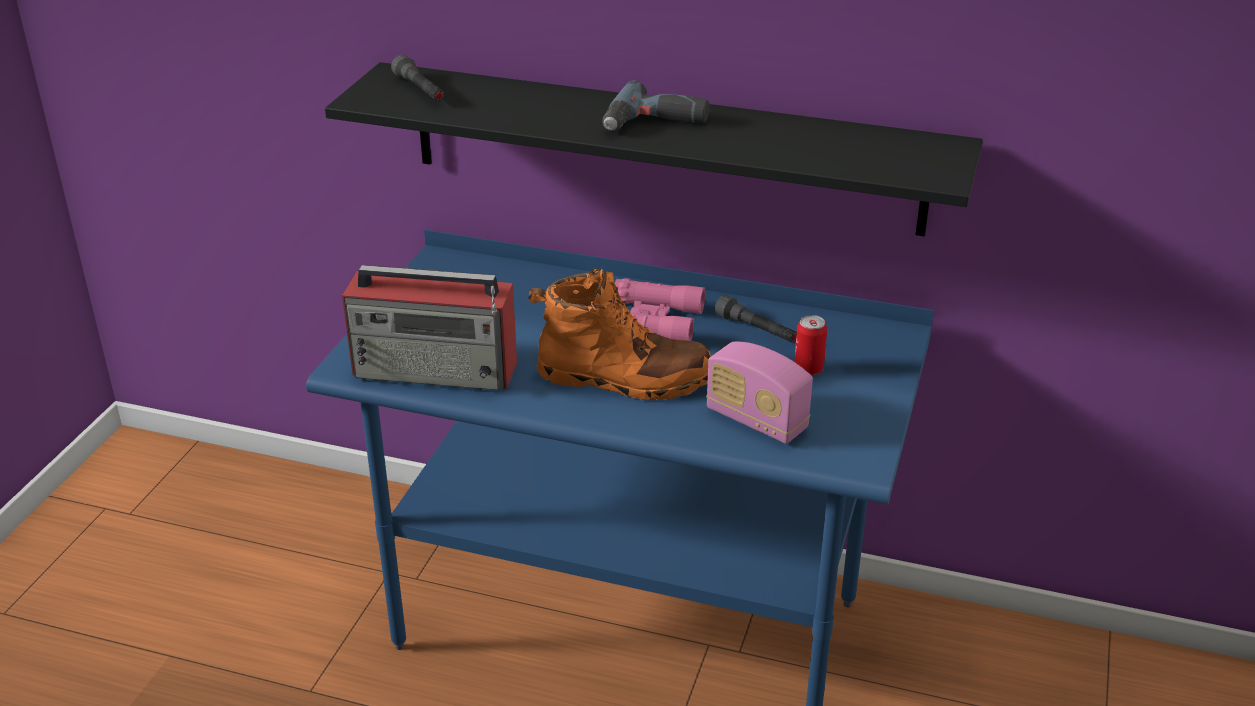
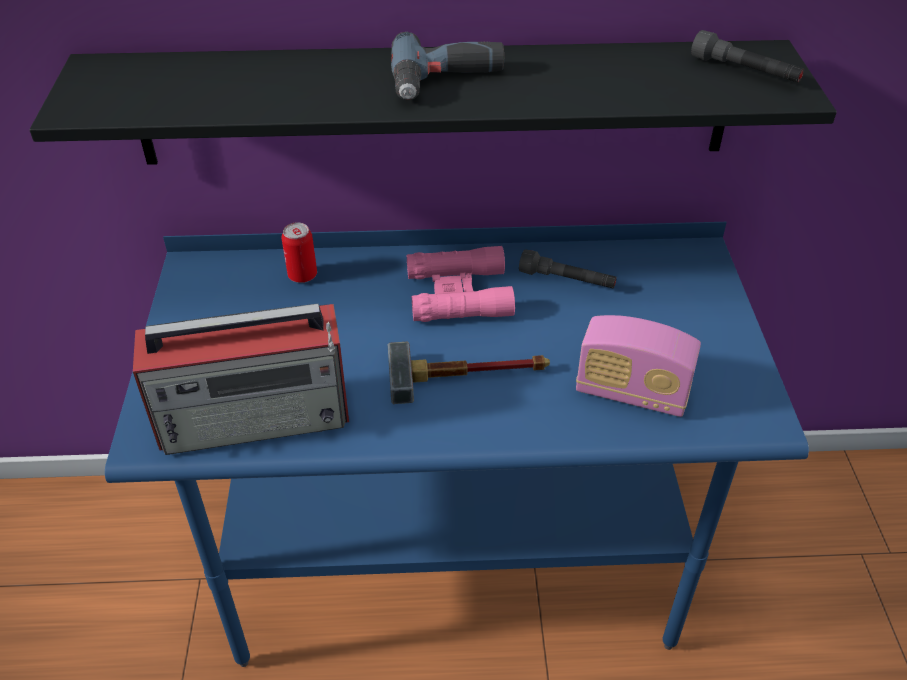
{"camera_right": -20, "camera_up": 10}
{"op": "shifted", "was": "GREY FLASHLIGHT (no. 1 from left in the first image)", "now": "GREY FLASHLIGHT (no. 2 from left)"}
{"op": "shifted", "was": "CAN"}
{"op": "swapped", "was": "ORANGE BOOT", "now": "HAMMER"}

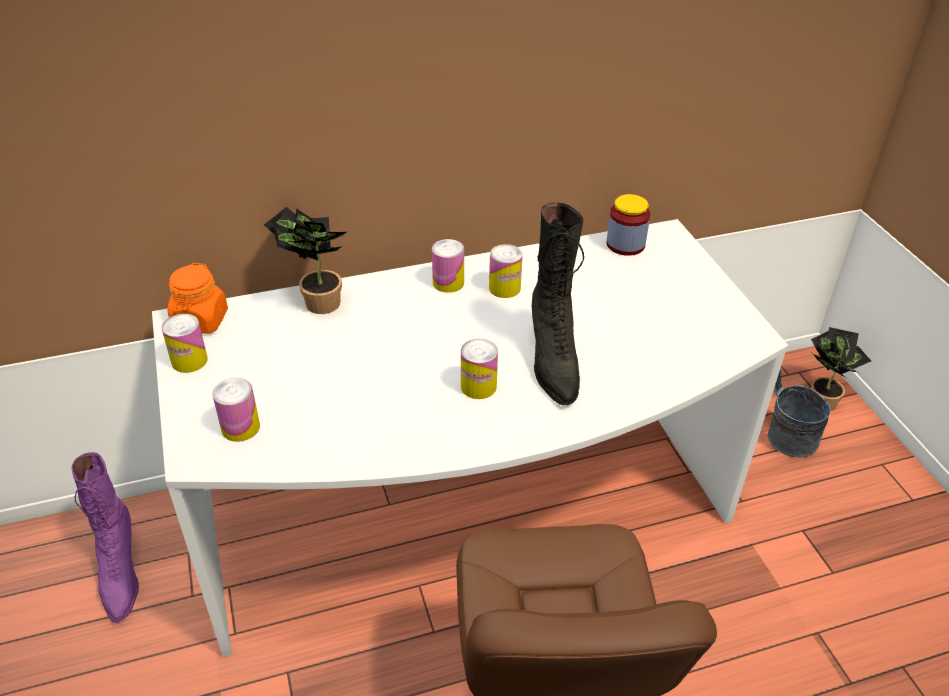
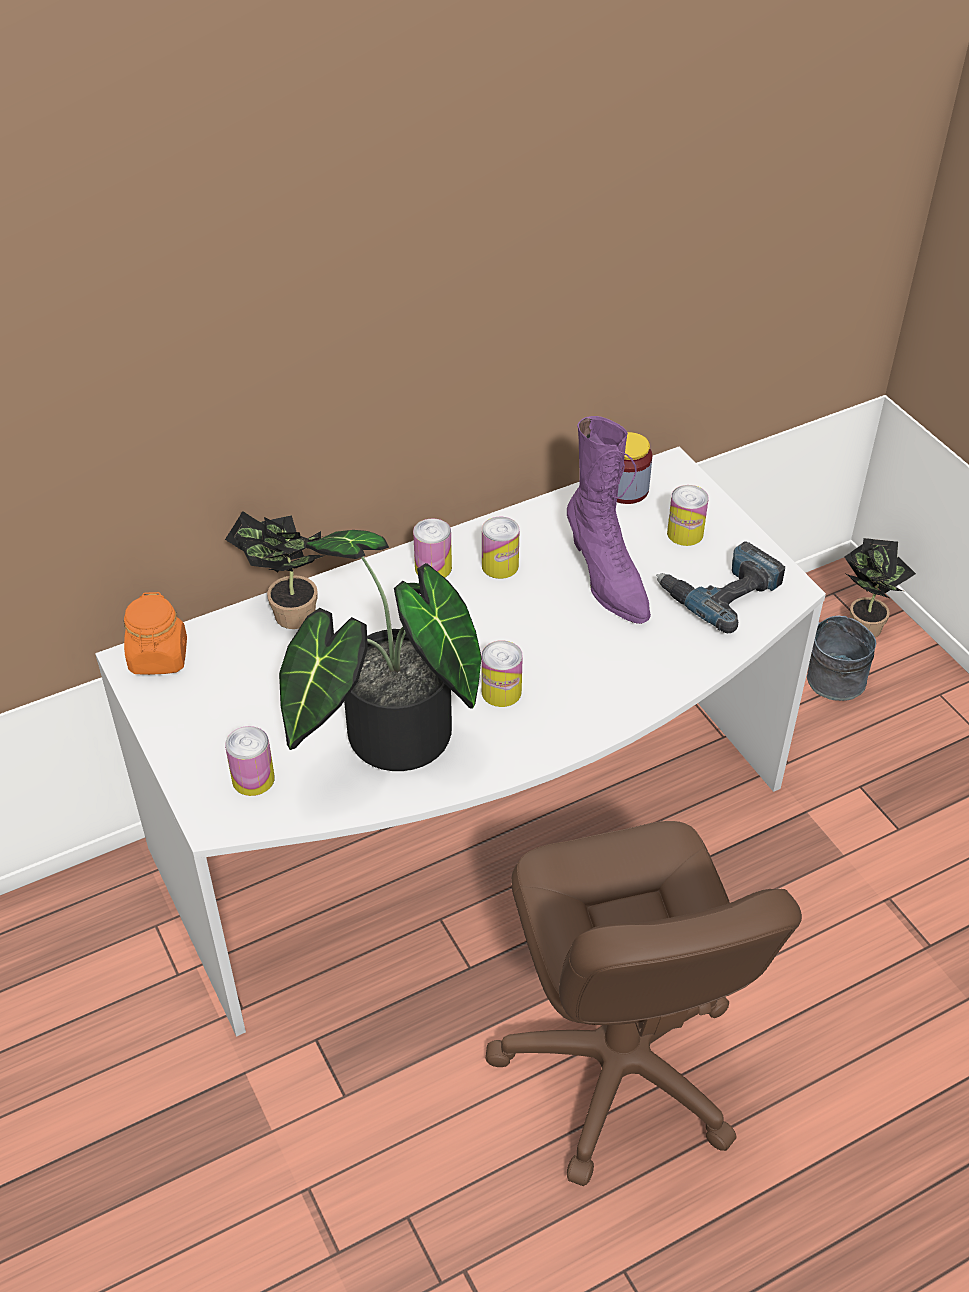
{"camera_right": -10, "camera_up": 5}
{"op": "gone", "was": "BLACK BOOT"}
{"op": "new", "now": "POTTED PLANT (no. 2 from left)"}
{"op": "new", "now": "POWER DRILL"}
{"op": "shifted", "was": "PURPLE BOOT"}
{"op": "shifted", "was": "CAN (no. 1 from left in the first image)", "now": "CAN (no. 5 from left)"}

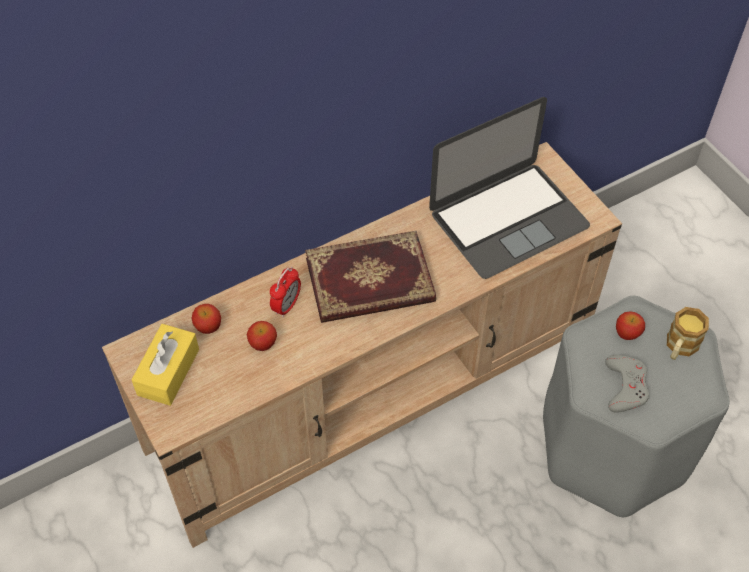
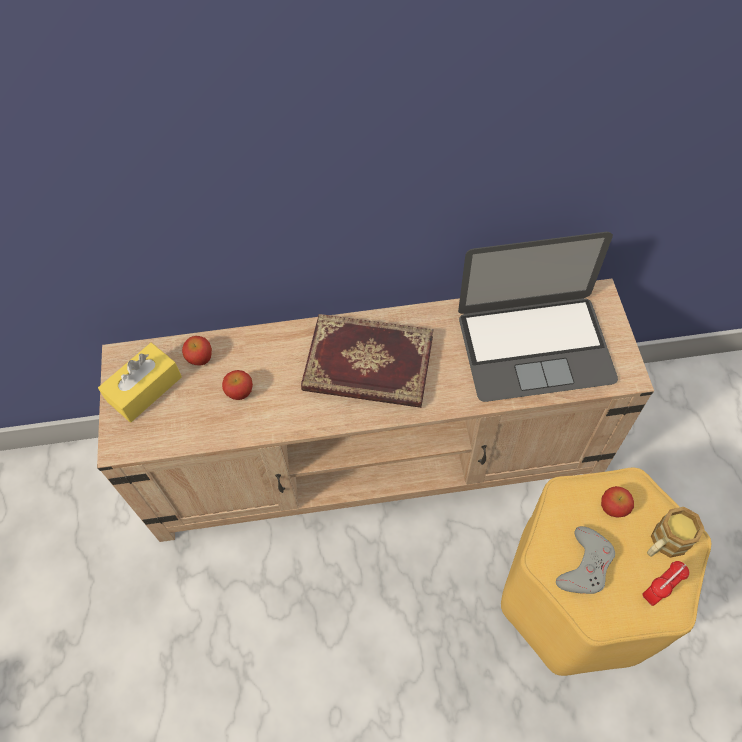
{"camera_right": 25, "camera_up": 5}
{"op": "shifted", "was": "ALARM CLOCK"}
{"op": "repainted", "was": "GREY STOOL", "now": "YELLOW STOOL"}

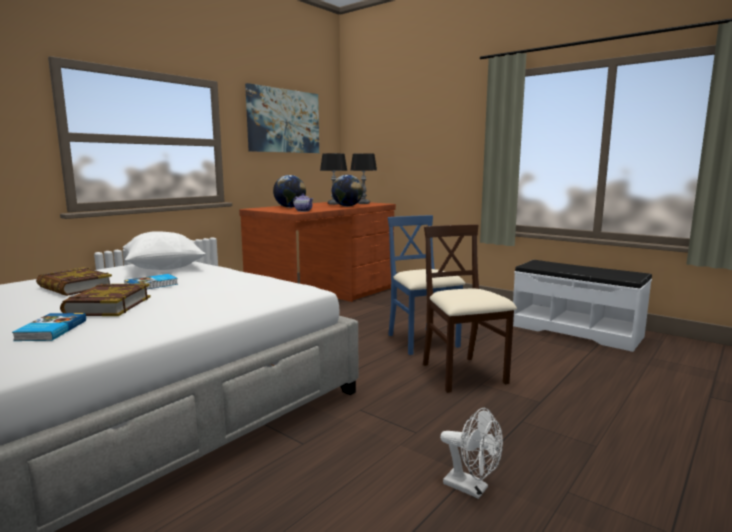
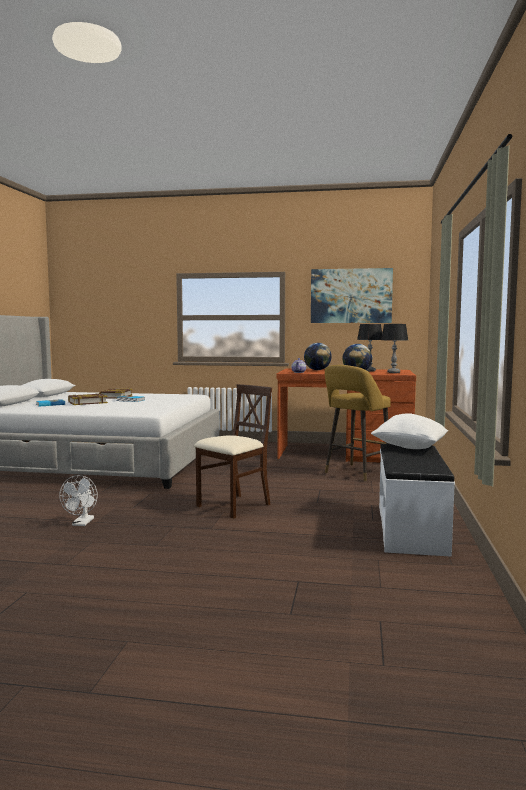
{"camera_right": 60, "camera_up": -5}
{"op": "gone", "was": "BLUE CHAIR"}
{"op": "new", "now": "YELLOW STOOL"}
{"op": "shifted", "was": "WHITE PILLOW"}

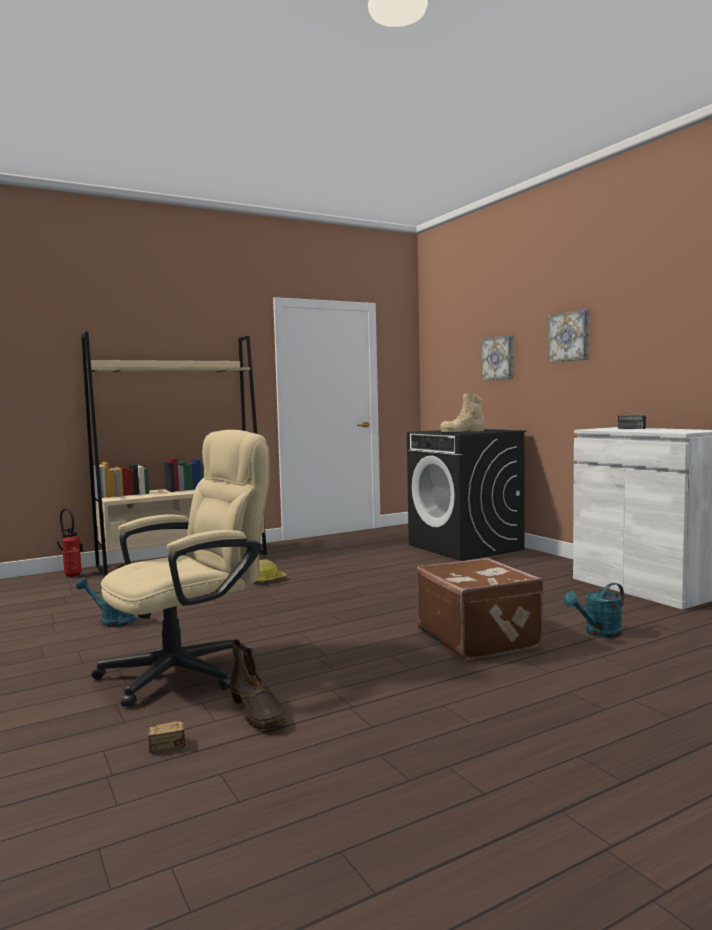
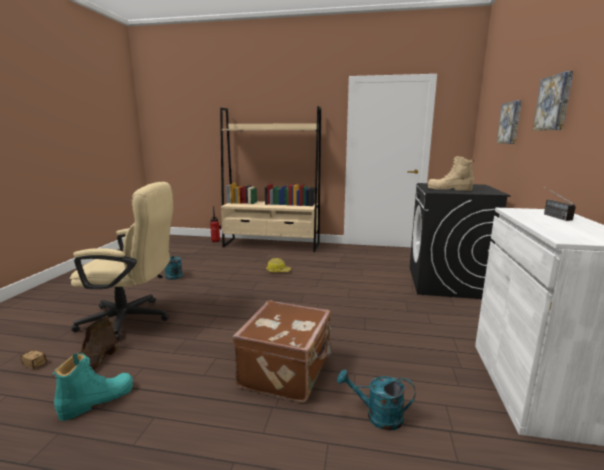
{"camera_right": 40, "camera_up": 10}
{"op": "new", "now": "TURQUOISE BOOT"}

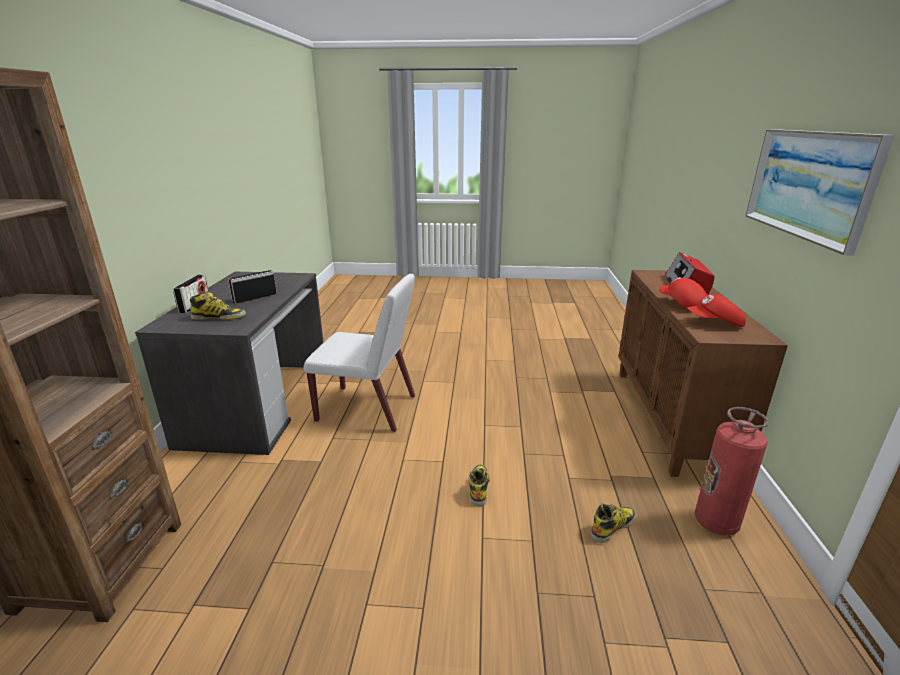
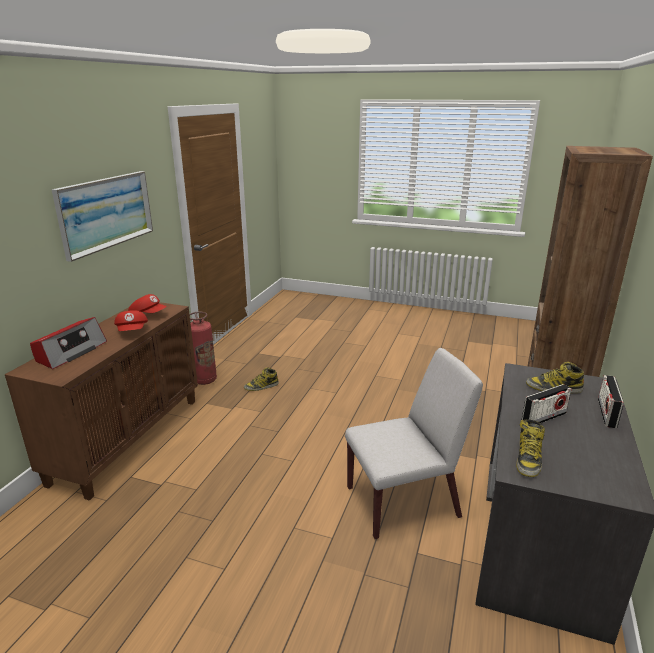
{"camera_right": -165, "camera_up": 0}
{"op": "shifted", "was": "BOOT (no. 2 from left)"}
{"op": "rotated", "was": "WHITE CHAIR", "clockwise": 135}

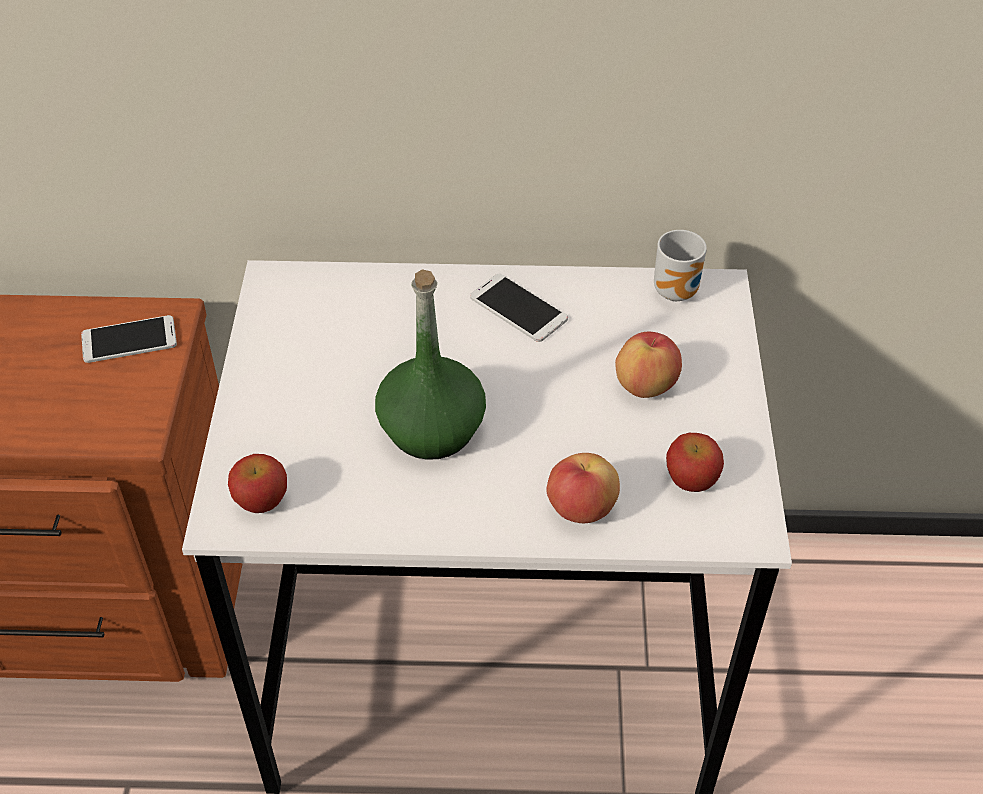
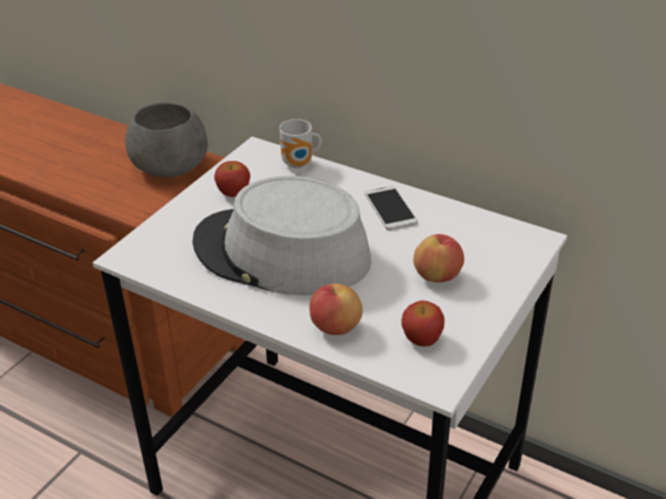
{"camera_right": 30, "camera_up": -10}
{"op": "shifted", "was": "APPLE (no. 1 from left)"}
{"op": "shifted", "was": "MUG"}
{"op": "swapped", "was": "PHONE (no. 1 from left)", "now": "GREY BOWL"}
{"op": "swapped", "was": "GREEN BOTTLE", "now": "GREY HAT"}

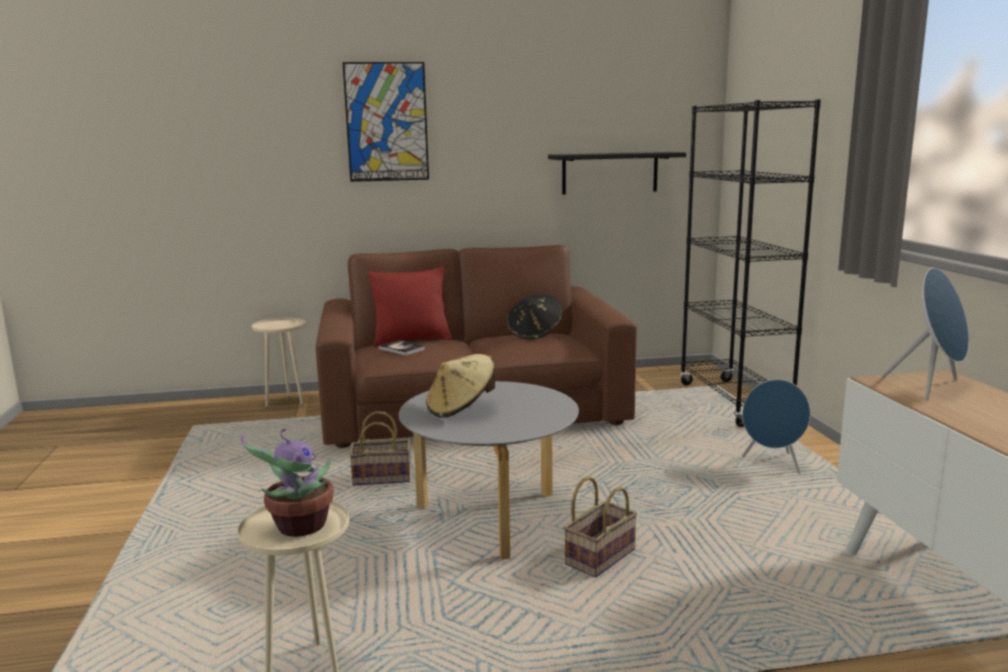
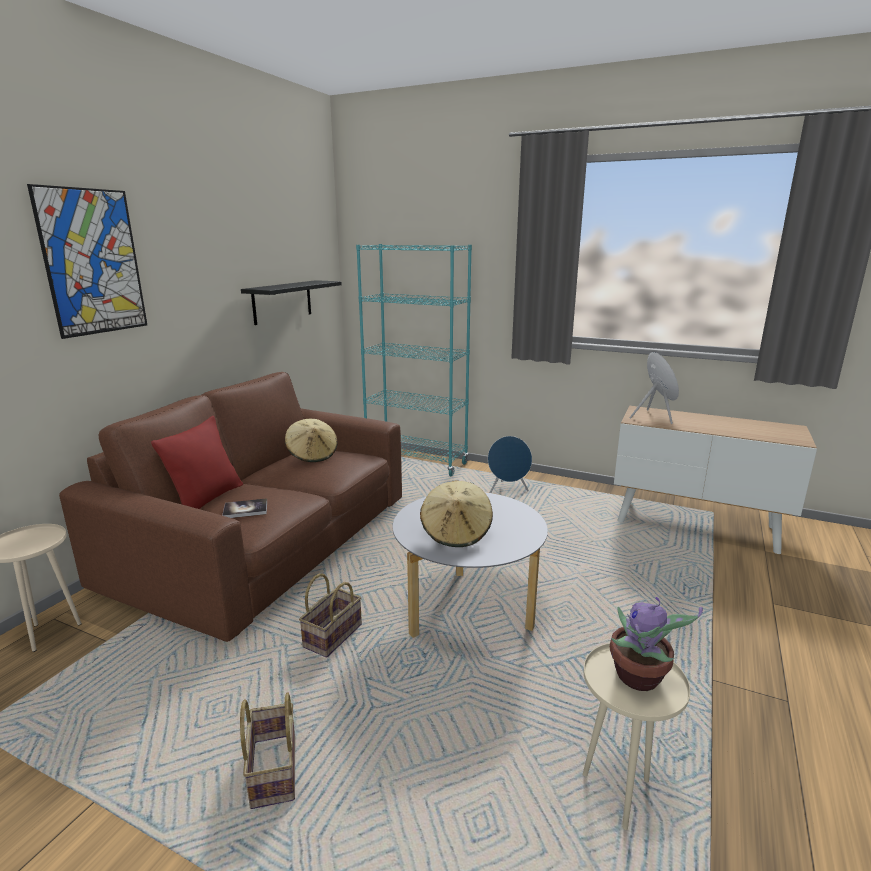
{"camera_right": -55, "camera_up": 5}
{"op": "shifted", "was": "BASKET (no. 2 from left in the first image)", "now": "BASKET (no. 1 from left)"}
{"op": "repainted", "was": "BLACK HAT", "now": "BEIGE HAT (no. 1 from left)"}
{"op": "repainted", "was": "BLACK BOOKCASE", "now": "TURQUOISE BOOKCASE"}

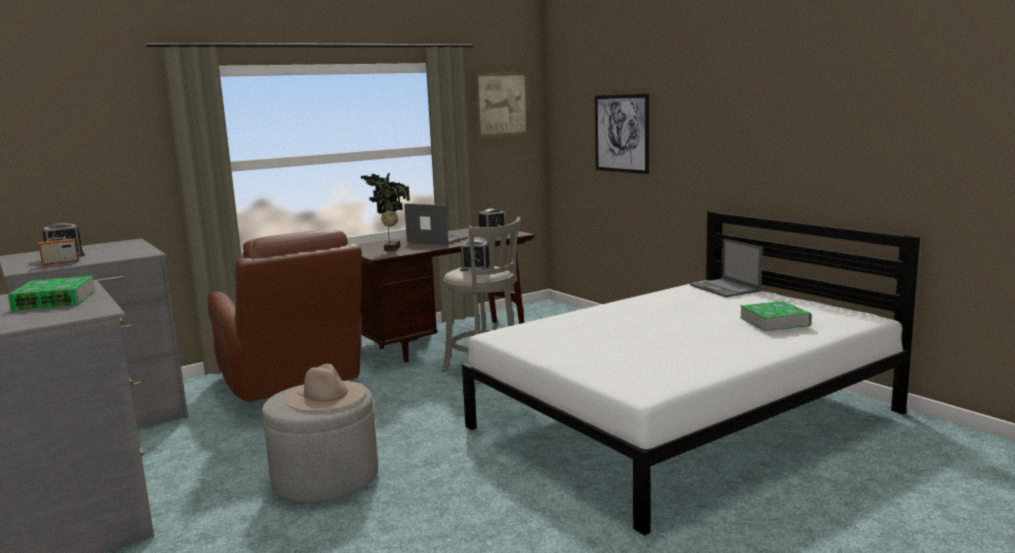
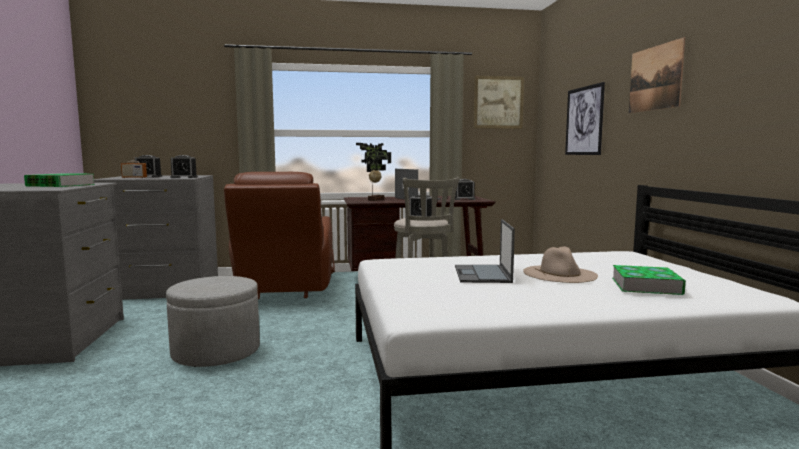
{"camera_right": 25, "camera_up": -5}
{"op": "new", "now": "ALARM CLOCK (no. 2 from left)"}
{"op": "new", "now": "PICTURE (no. 3 from left)"}
{"op": "shifted", "was": "BEIGE HAT"}
{"op": "shifted", "was": "LAPTOP (no. 2 from left)"}

